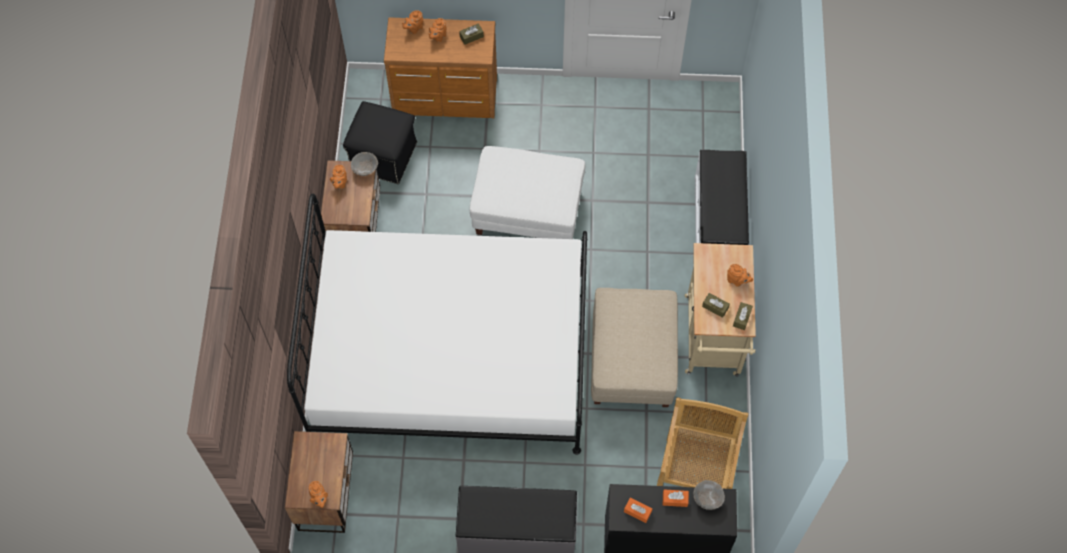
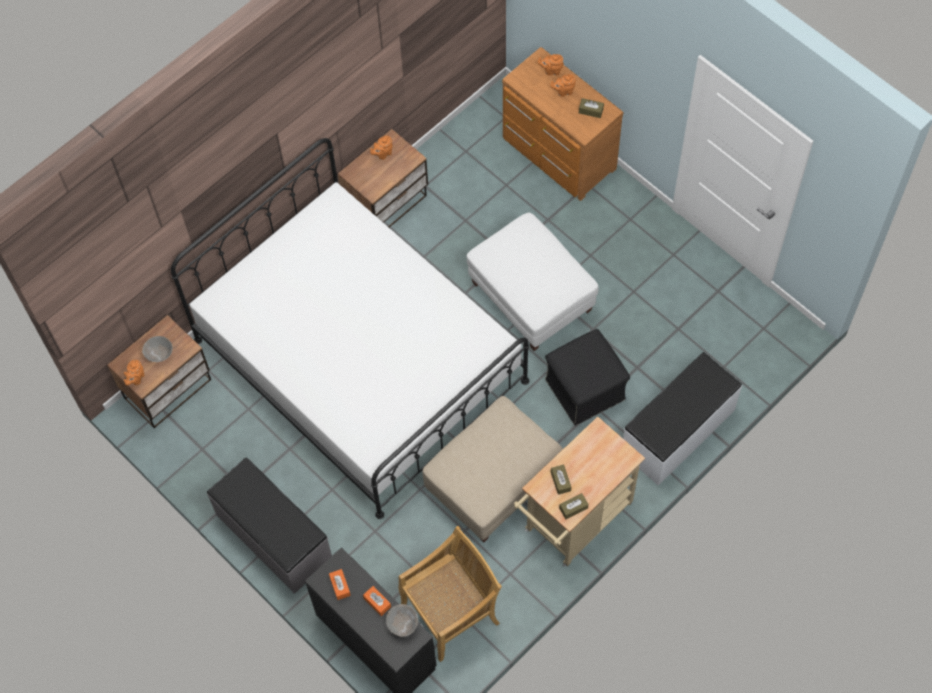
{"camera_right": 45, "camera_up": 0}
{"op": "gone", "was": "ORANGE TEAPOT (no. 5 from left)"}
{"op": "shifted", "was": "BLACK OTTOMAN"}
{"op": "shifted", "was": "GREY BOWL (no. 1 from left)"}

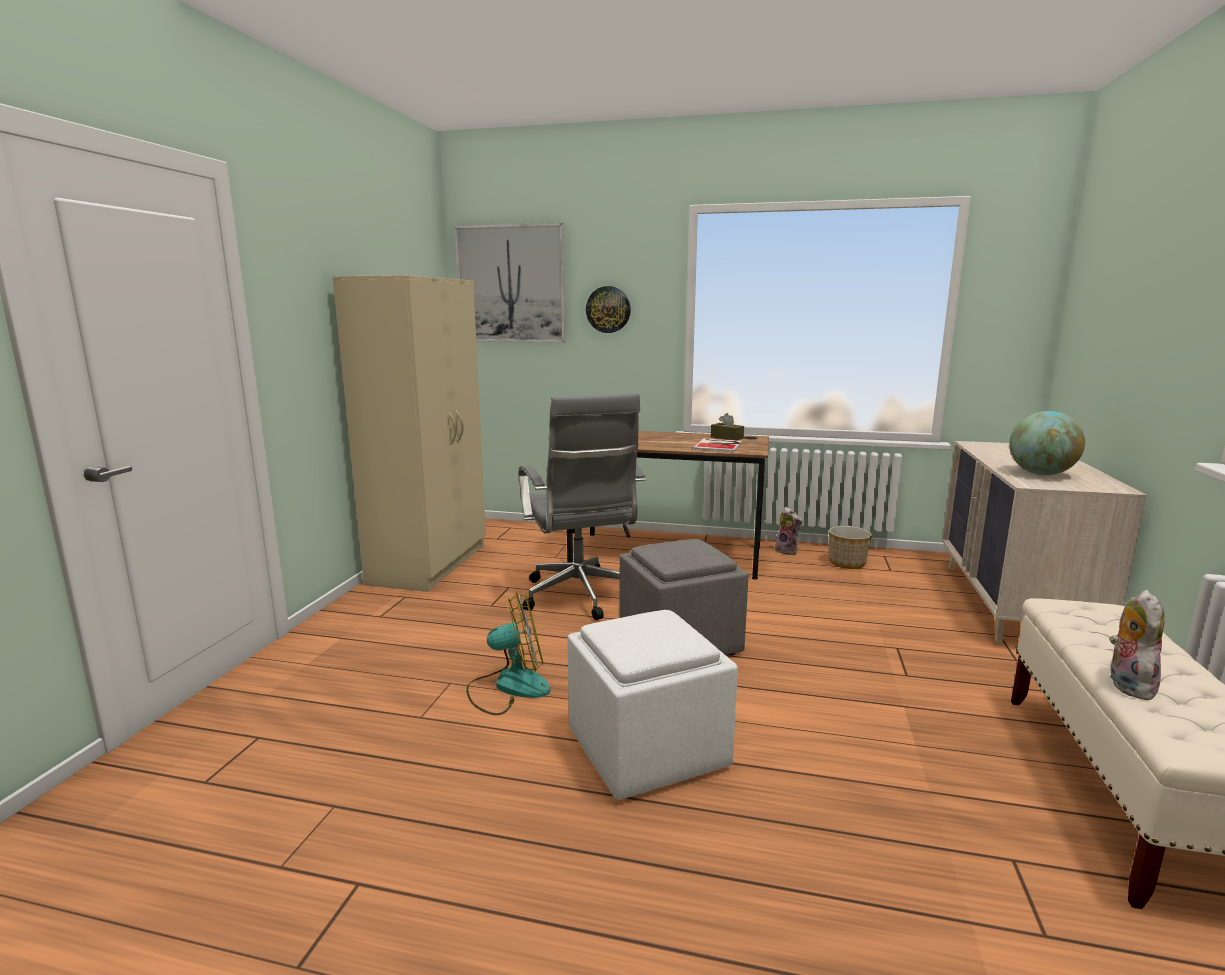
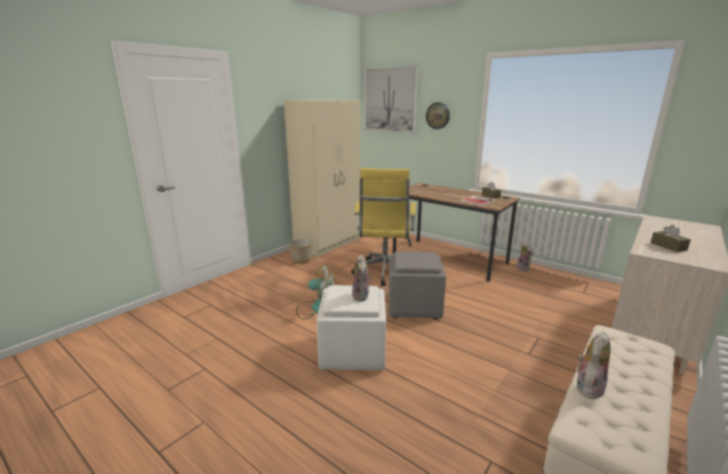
{"camera_right": 25, "camera_up": 5}
{"op": "new", "now": "PLUSH TOY (no. 1 from left)"}
{"op": "shifted", "was": "PLANTER"}
{"op": "swapped", "was": "GLOBE", "now": "BROWN TISSUE BOX (no. 2 from left)"}
{"op": "repainted", "was": "GREY OFFICE CHAIR", "now": "YELLOW OFFICE CHAIR"}

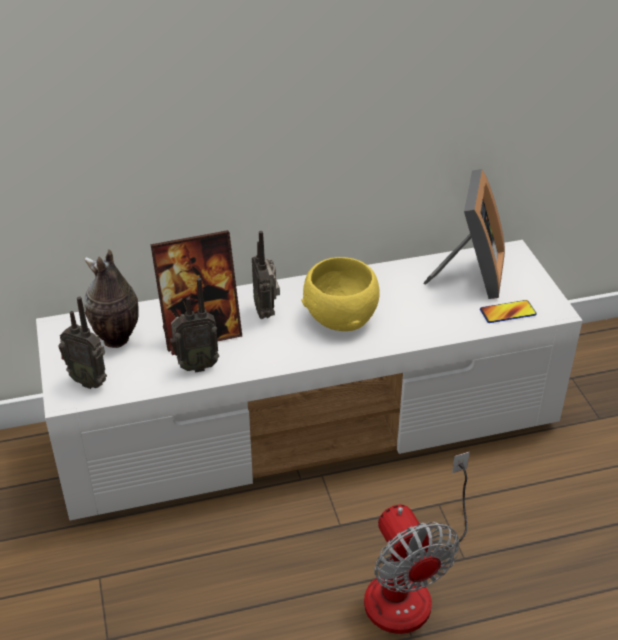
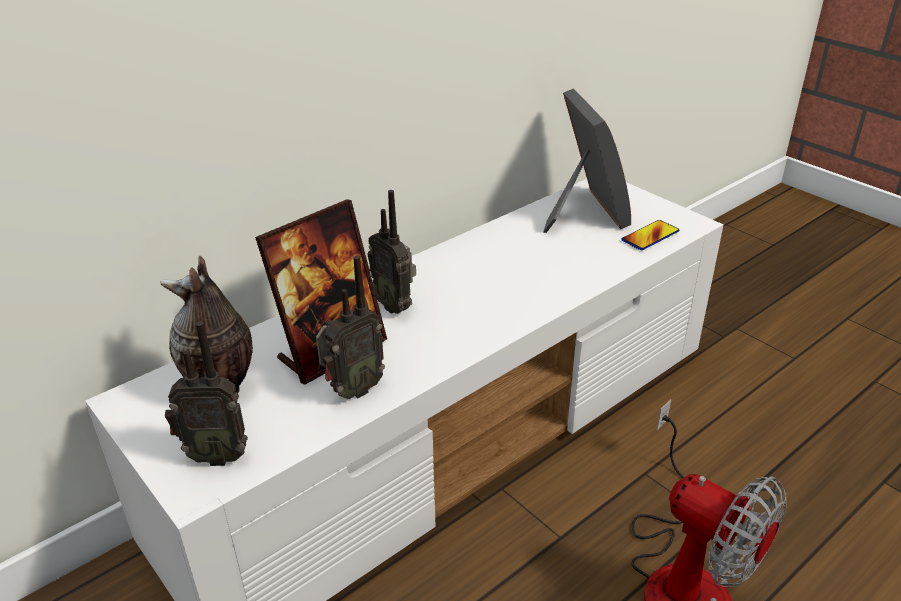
{"camera_right": -25, "camera_up": -5}
{"op": "gone", "was": "YELLOW BOWL"}

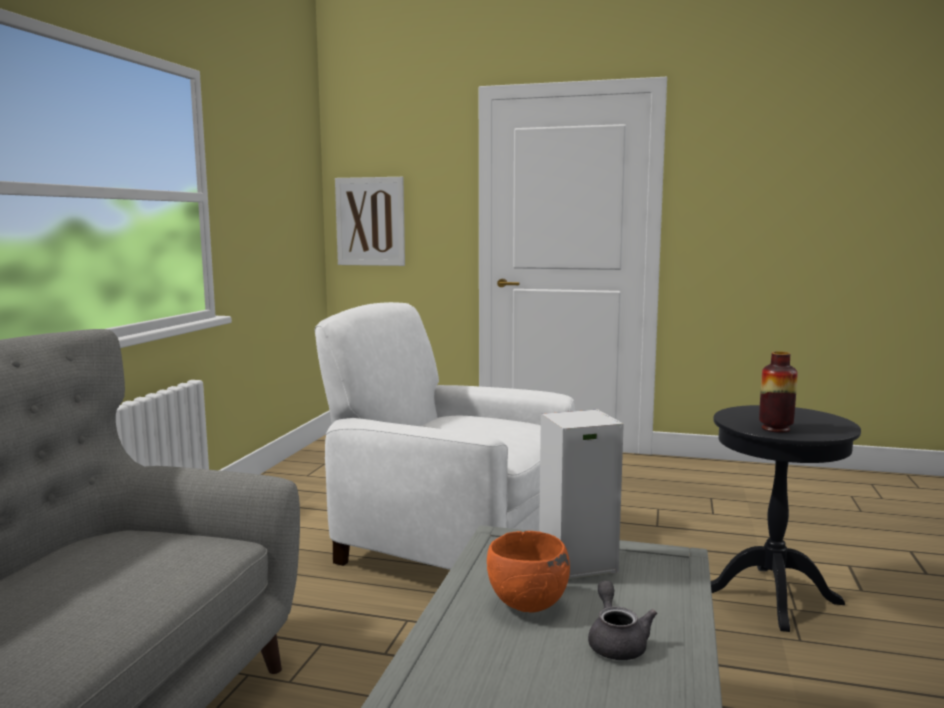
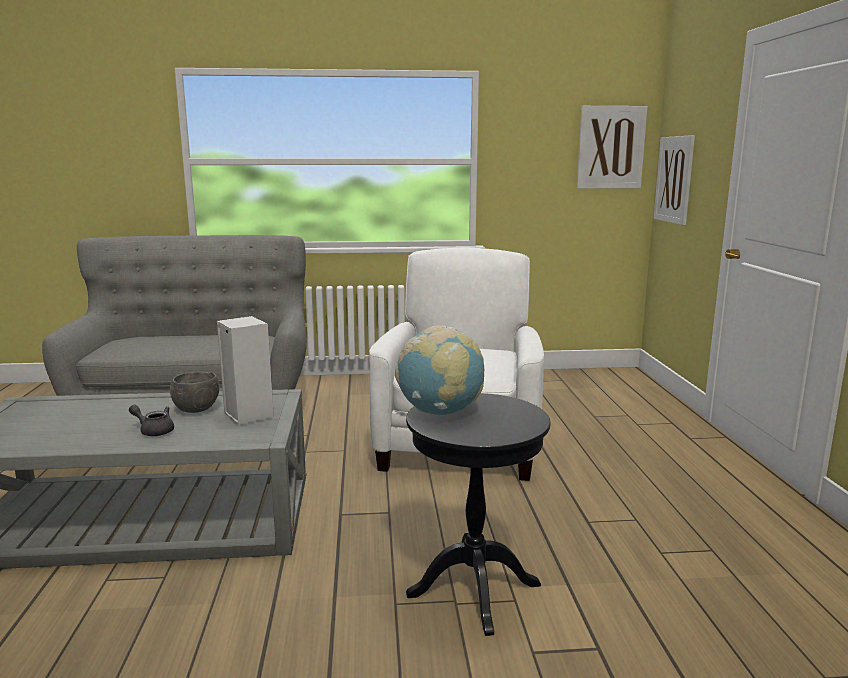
{"camera_right": 70, "camera_up": 5}
{"op": "new", "now": "PICTURE (no. 1 from left)"}
{"op": "swapped", "was": "VASE", "now": "GLOBE"}
{"op": "repainted", "was": "ORANGE BOWL", "now": "GREY BOWL"}
{"op": "rotated", "was": "GREY TEAPOT", "clockwise": -135}

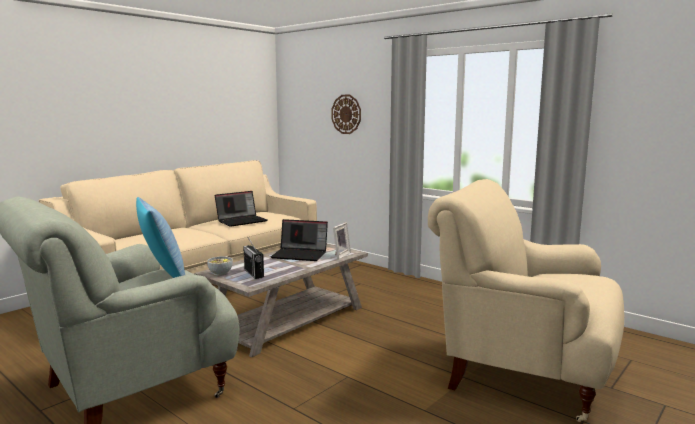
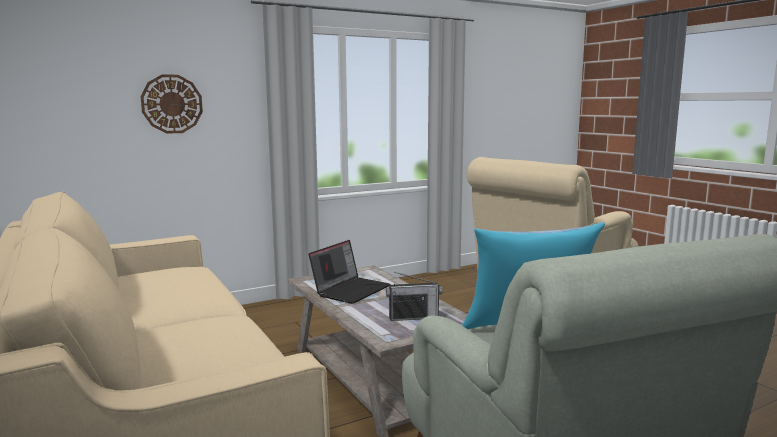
{"camera_right": -70, "camera_up": 0}
{"op": "gone", "was": "BOWL"}
{"op": "gone", "was": "LAPTOP (no. 1 from left)"}
{"op": "gone", "was": "PICTURE FRAME"}

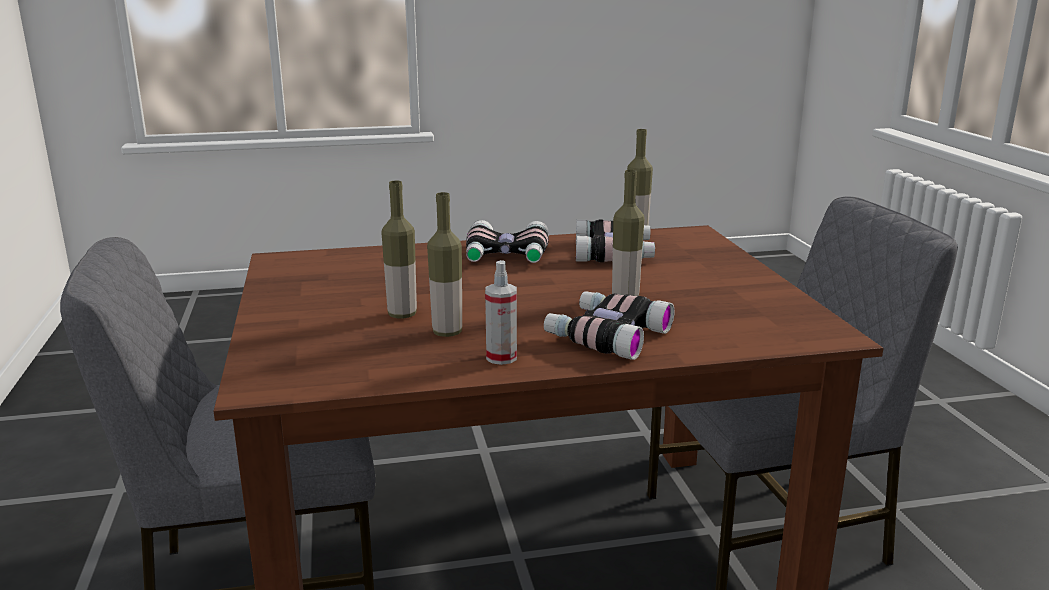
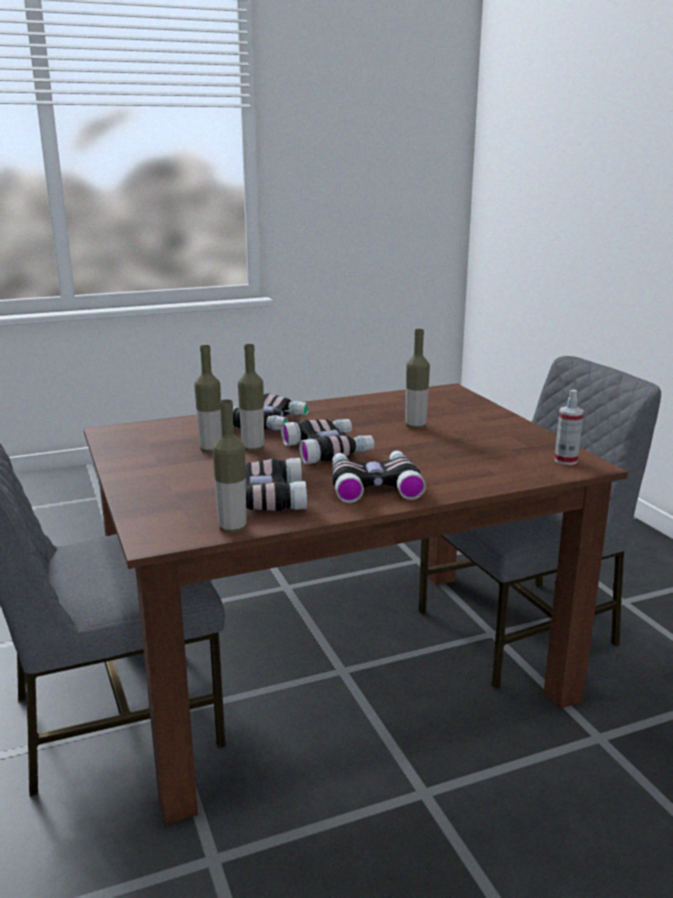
{"camera_right": 170, "camera_up": 0}
{"op": "new", "now": "BINOCULARS (no. 3 from left)"}
{"op": "shifted", "was": "BOTTLE (no. 2 from left in the first image)", "now": "BOTTLE (no. 1 from left)"}
{"op": "shifted", "was": "SPRAY BOTTLE"}

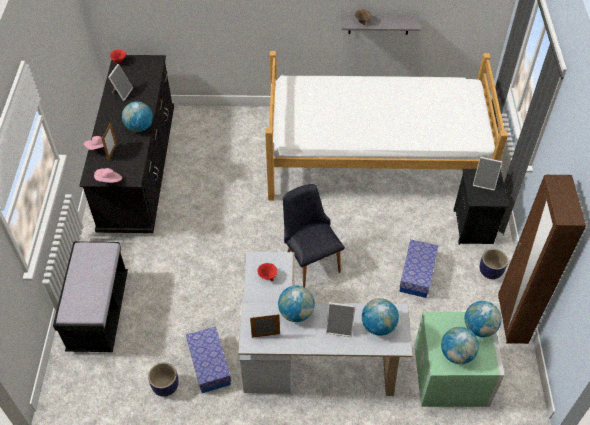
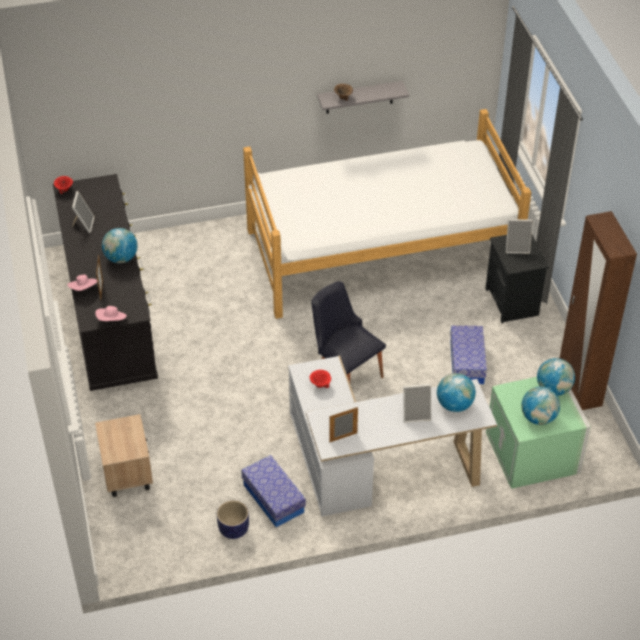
{"camera_right": -15, "camera_up": -5}
{"op": "gone", "was": "GLOBE (no. 2 from left)"}
{"op": "gone", "was": "PLANTER (no. 2 from left)"}
{"op": "swapped", "was": "BLACK BENCH", "now": "BEIGE NIGHTSTAND"}

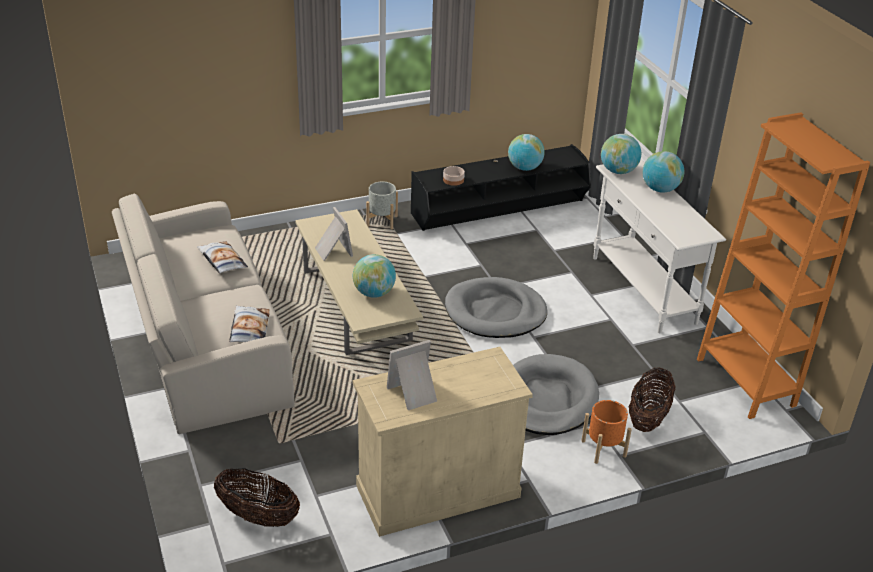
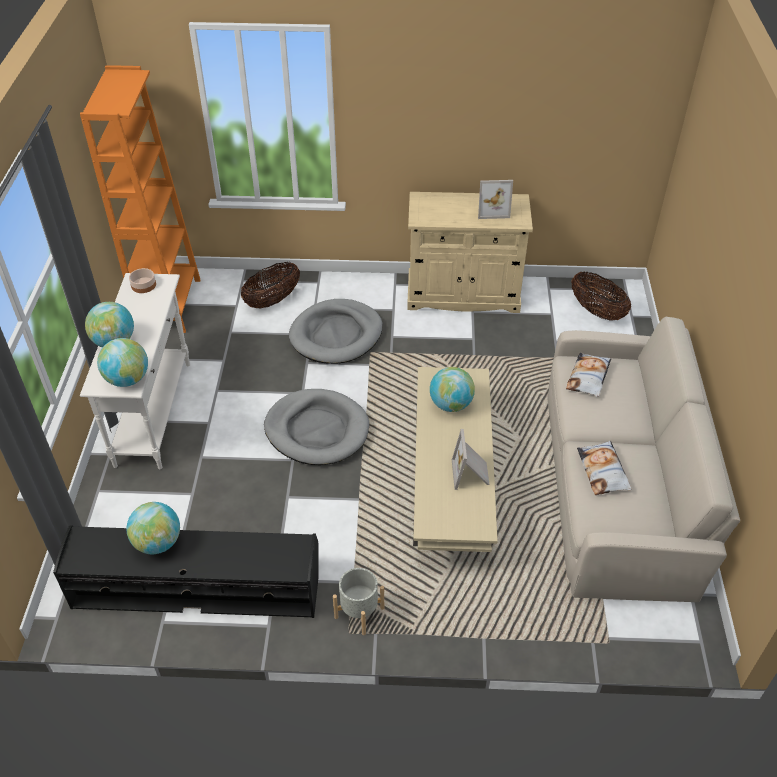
{"camera_right": -155, "camera_up": 10}
{"op": "gone", "was": "ORANGE PLANTER"}
{"op": "shifted", "was": "BOWL"}

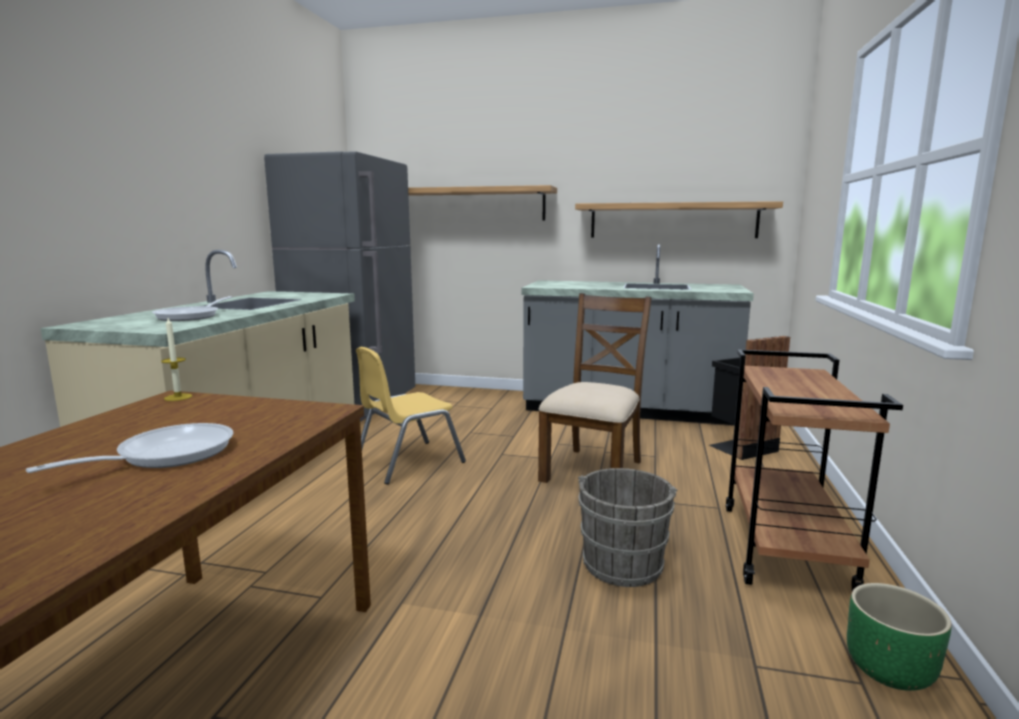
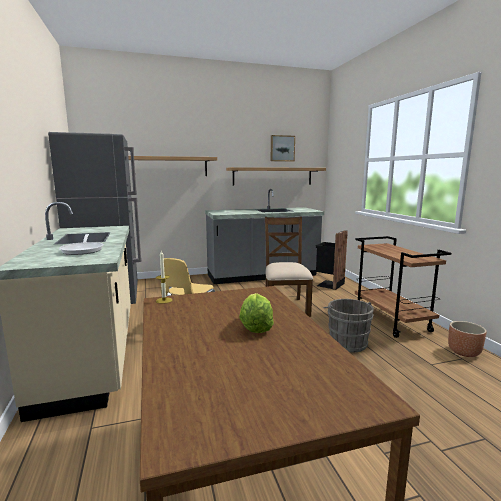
{"camera_right": -30, "camera_up": 0}
{"op": "new", "now": "PICTURE"}
{"op": "swapped", "was": "FRYING PAN (no. 1 from left)", "now": "LETTUCE"}
{"op": "repainted", "was": "GREEN PLANTER", "now": "BROWN PLANTER"}

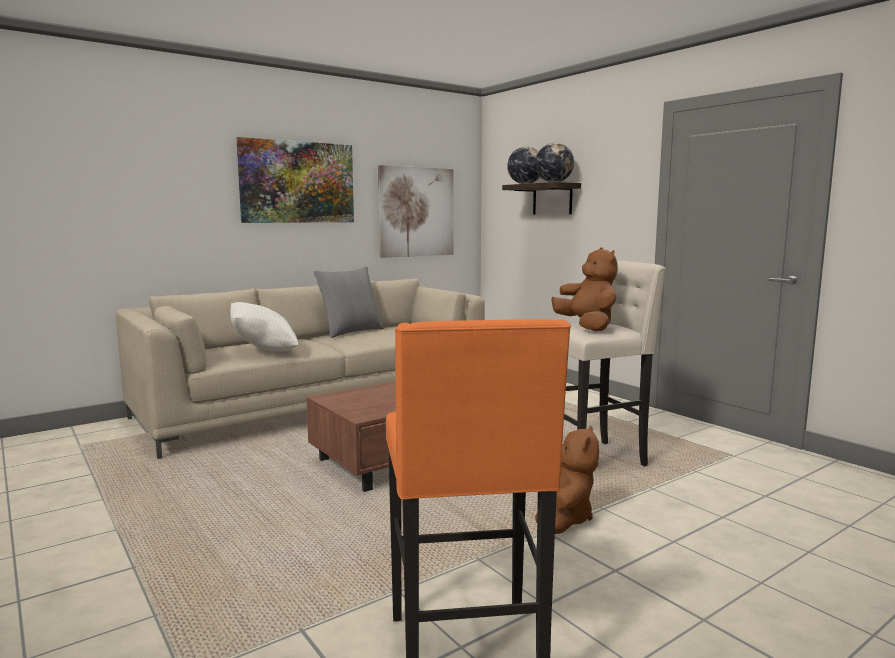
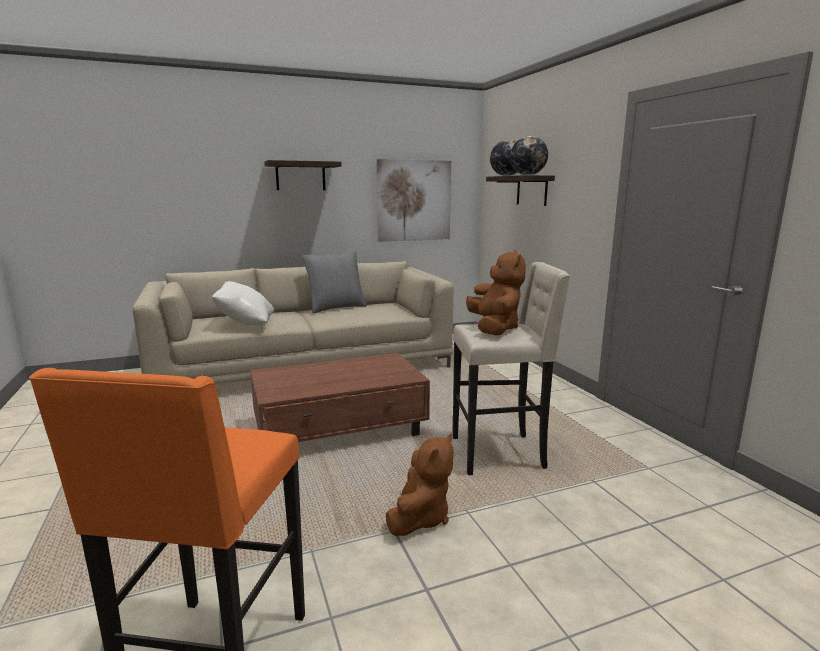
{"camera_right": 15, "camera_up": 5}
{"op": "swapped", "was": "PICTURE (no. 1 from left)", "now": "SHELF (no. 1 from left)"}

